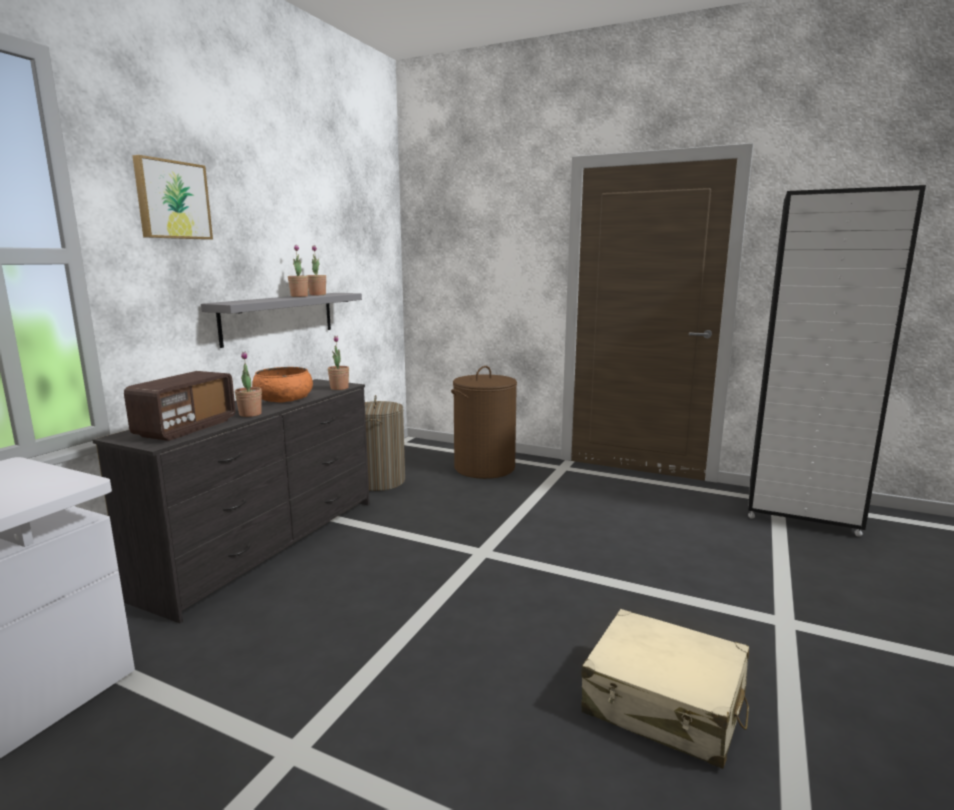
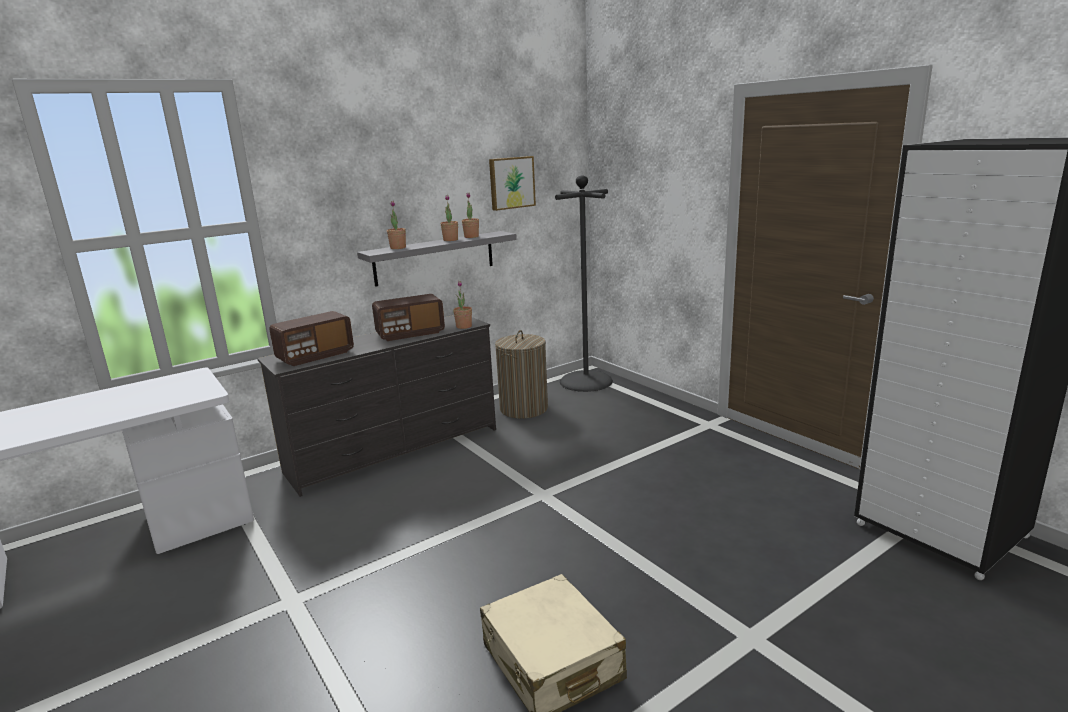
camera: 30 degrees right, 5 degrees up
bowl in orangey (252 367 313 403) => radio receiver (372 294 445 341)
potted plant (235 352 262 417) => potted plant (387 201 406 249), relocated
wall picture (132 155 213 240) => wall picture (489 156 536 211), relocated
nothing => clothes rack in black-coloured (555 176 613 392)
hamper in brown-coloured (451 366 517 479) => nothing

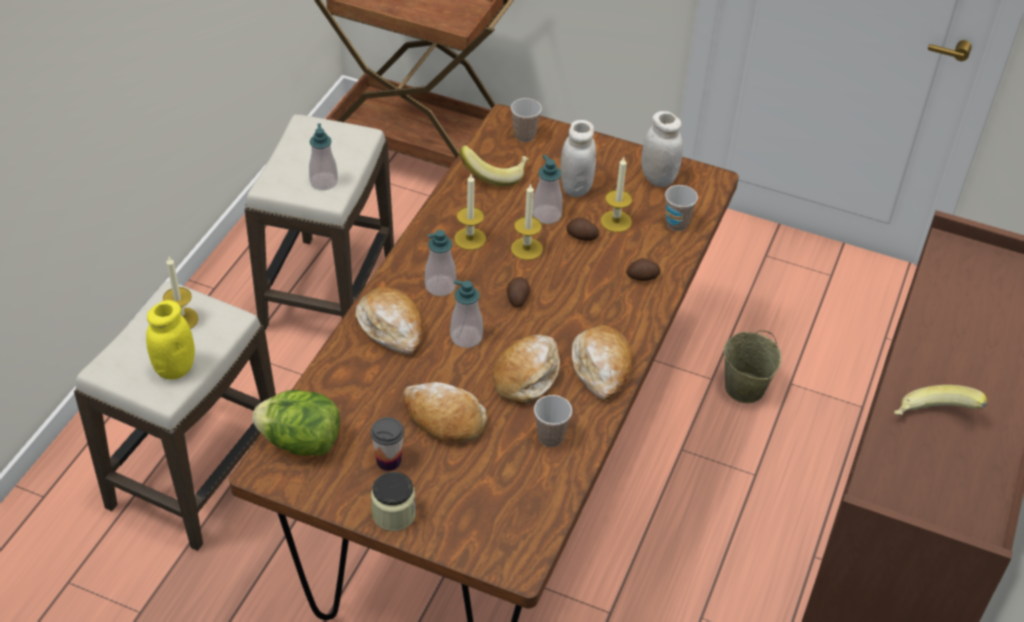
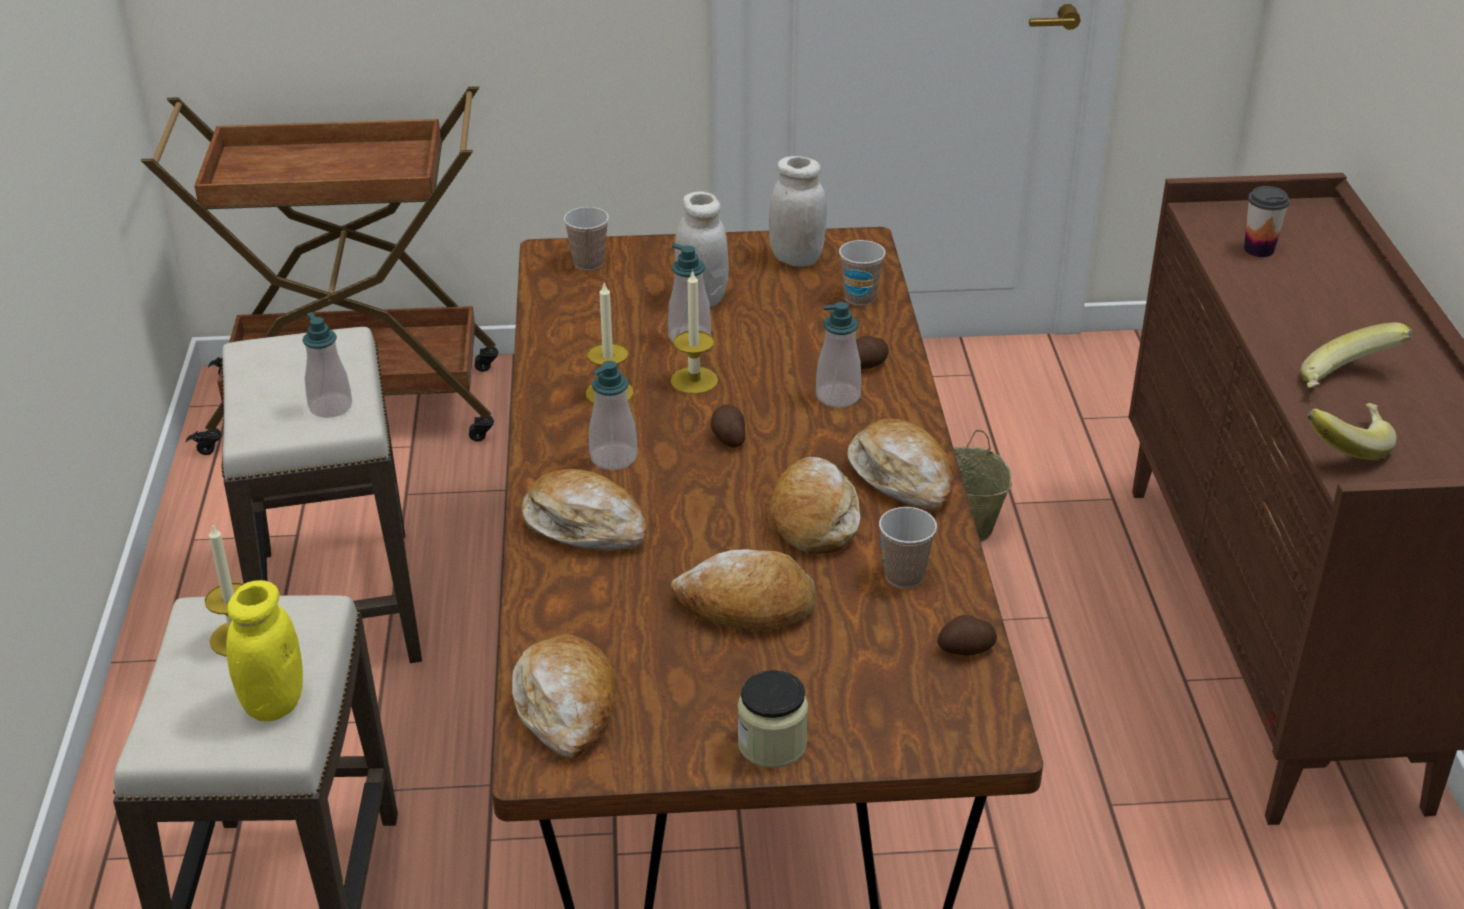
camera: 25 degrees left, 10 degrees down
head of lettuce (252 390 340 456) => bakery bread (512 634 616 760)
liquid soap bottle (450 280 483 348) => liquid soap bottle (816 302 861 407), relocated
whole potato (566 217 599 241) => whole potato (937 615 997 656), relocated
small cup (371 417 404 471) => small cup (1244 186 1290 257), relocated
banana fruit (460 145 529 186) => banana fruit (1308 403 1397 460), relocated
candle (601 157 632 232) => nothing

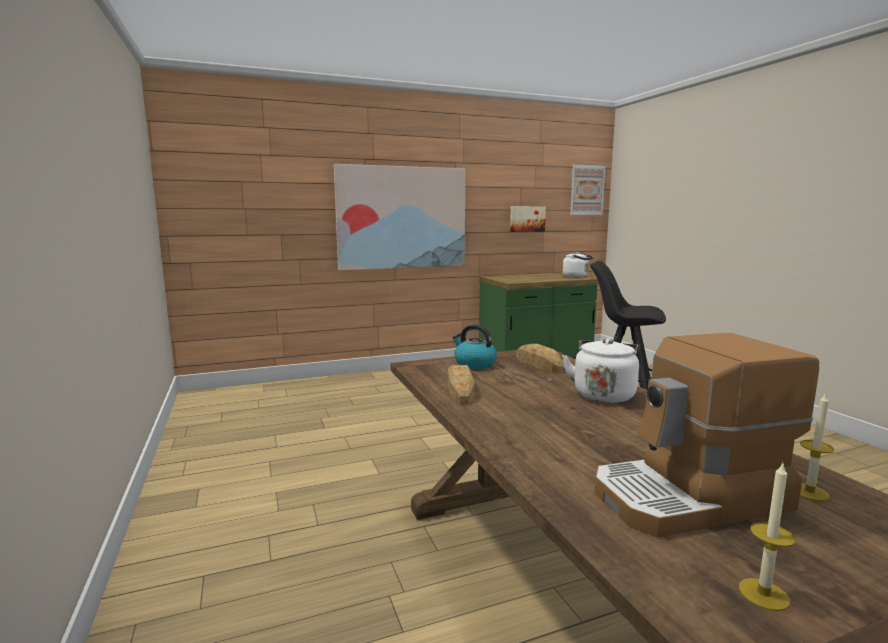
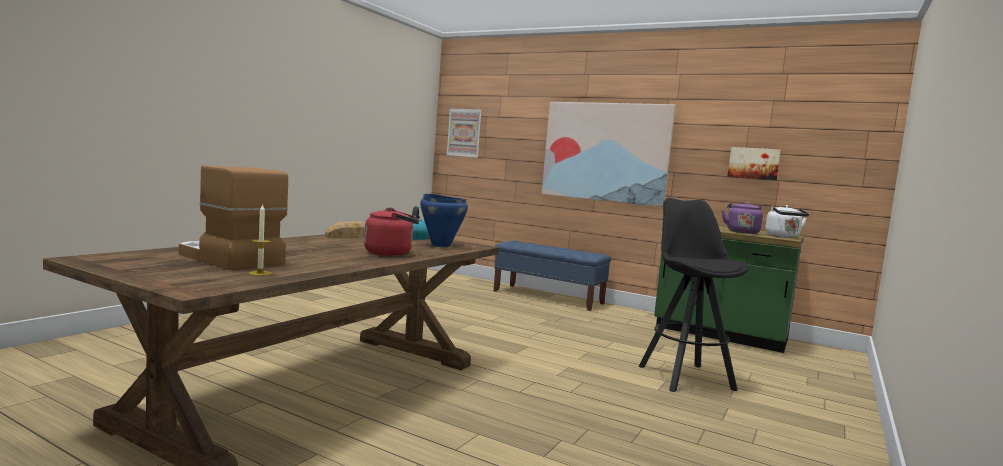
camera: 50 degrees right, 5 degrees down
tea kettle in white-coloured (562 338 640 403) => tea kettle in reddish (364 208 419 256)
bakery bread (516 344 563 373) => cooking pot in bluish (420 193 468 247)
wall picture (570 163 606 216) => wall picture (446 107 482 159), relocated
nothing => long seat in bluish (494 241 611 311)
nothing => tea kettle in purple (722 202 763 234)
candle (739 464 796 611) => nothing

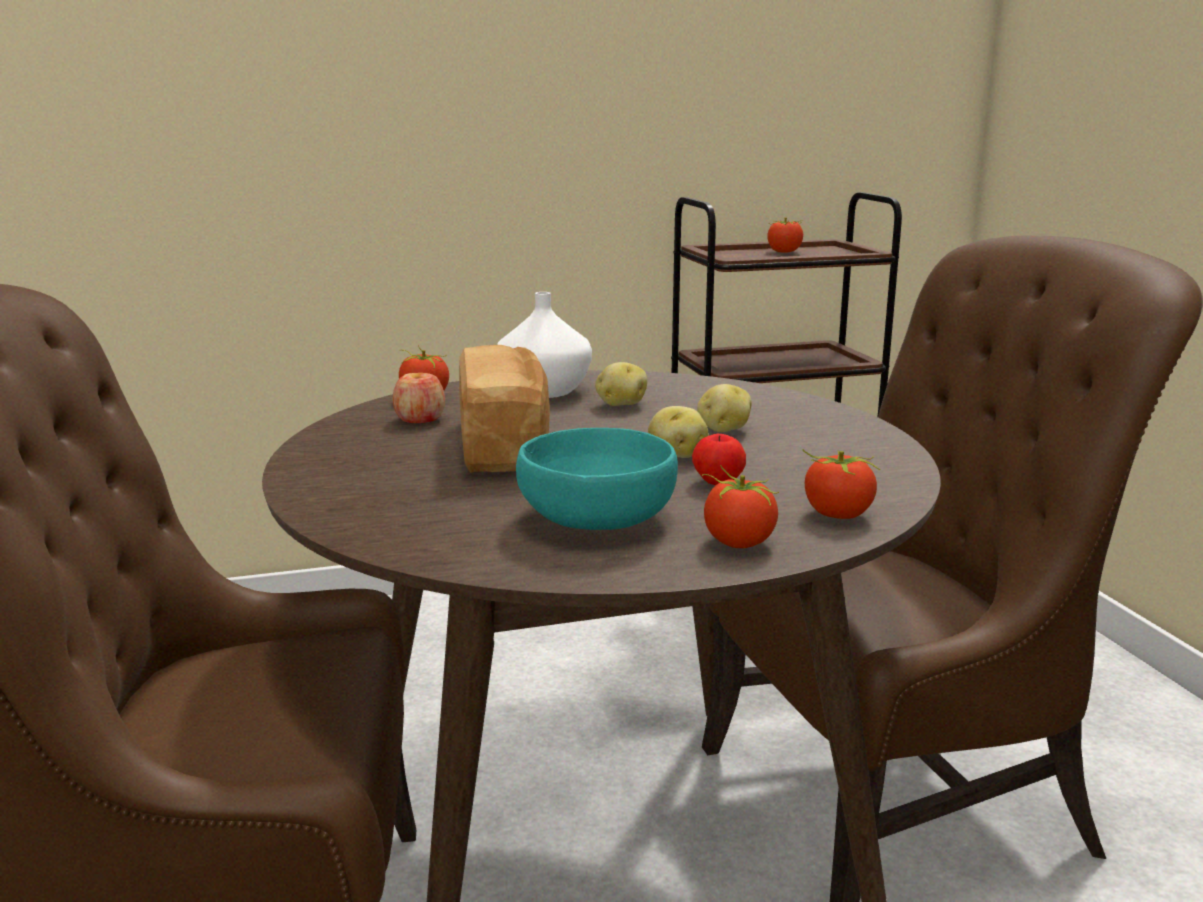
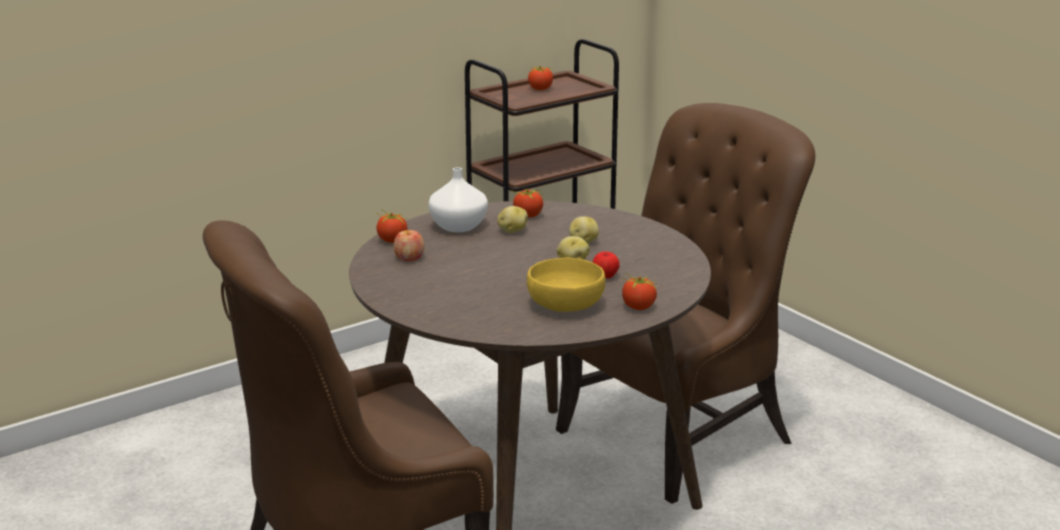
camera: 20 degrees left, 5 degrees up
tomato (802 449 880 519) => tomato (511 188 544 217), relocated
bowl in turquoise-coloured (516 428 678 530) => bowl in yellow-coloured (527 258 605 312)
bakery bread (459 345 550 473) => nothing

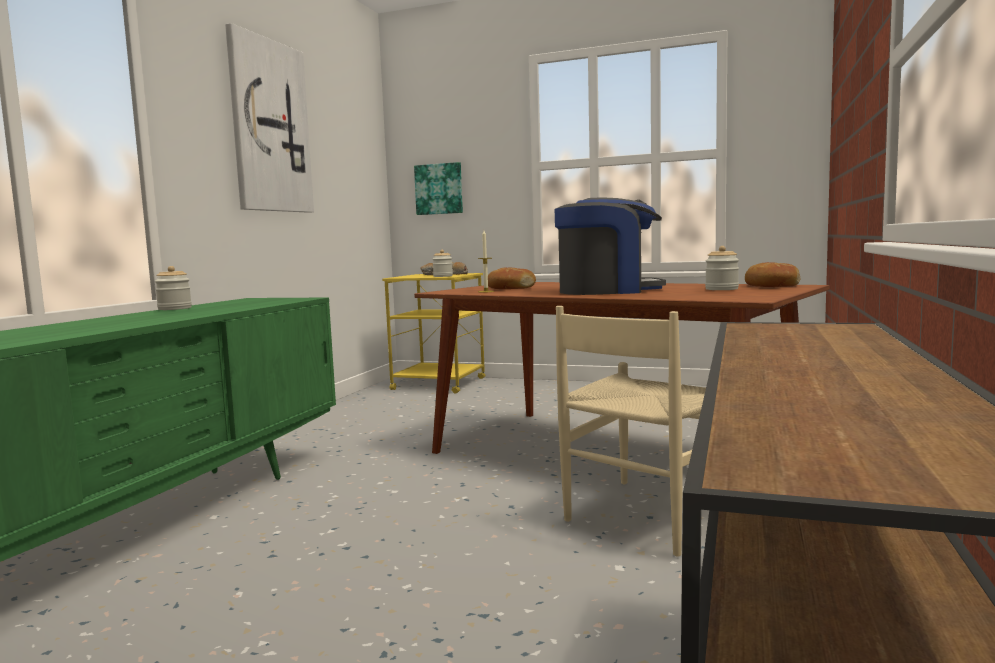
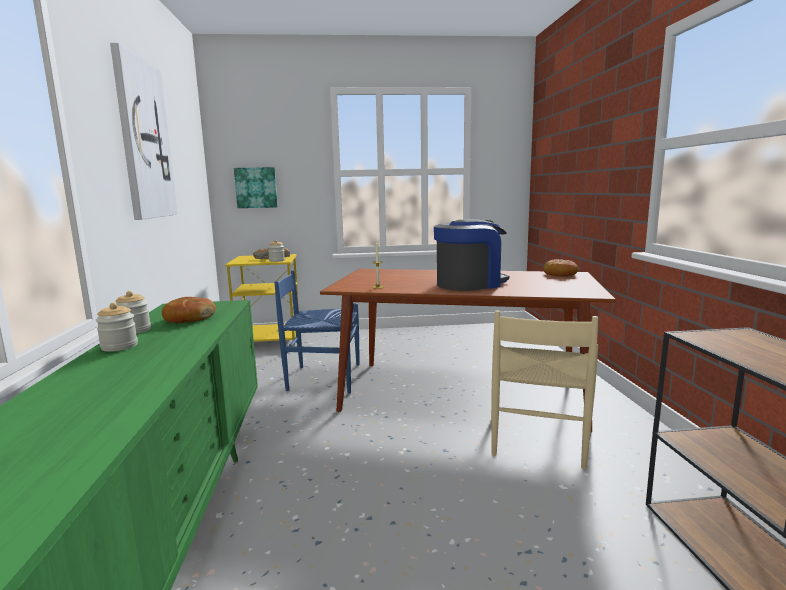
camera: 25 degrees left, 5 degrees up
storage jar (705 246 739 290) => storage jar (96 303 138 352), relocated
bakery bread (488 268 536 289) => bakery bread (162 297 216 323), relocated
nothing => upright chair in bluish (275 270 360 394)

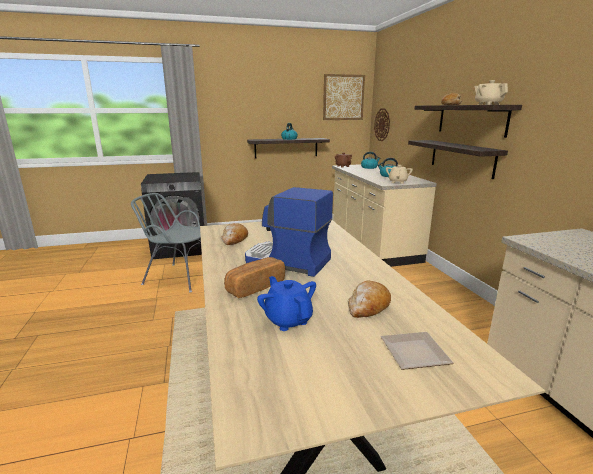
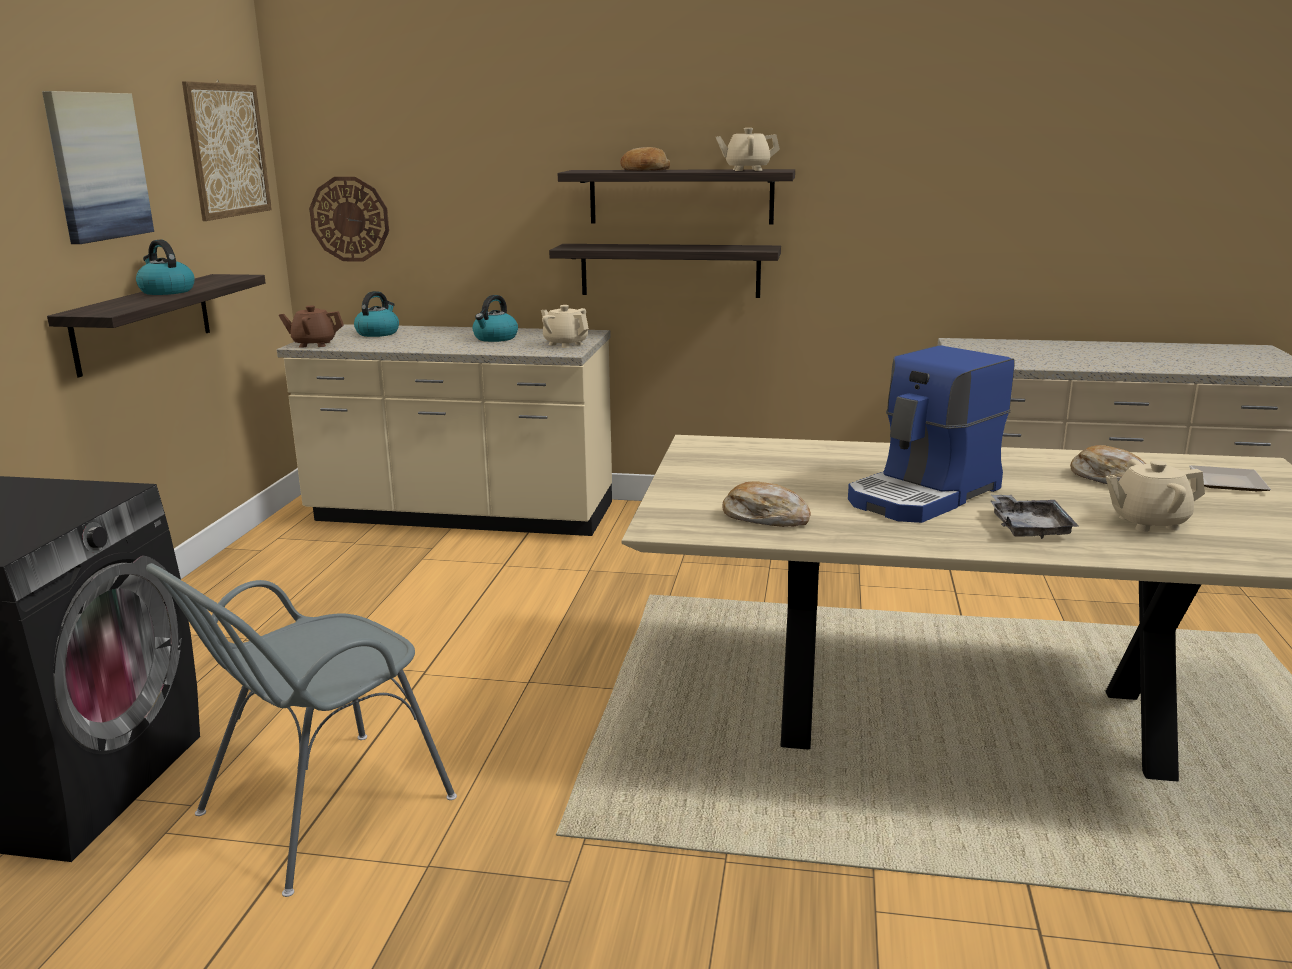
camera: 65 degrees left, 0 degrees up
nothing => wall picture (42 91 154 244)
bakery bread (224 257 285 298) => carrying tray in grey (991 495 1078 539)
tea pot in bluish (257 276 316 331) => tea pot in beige-coloured (1106 459 1205 532)

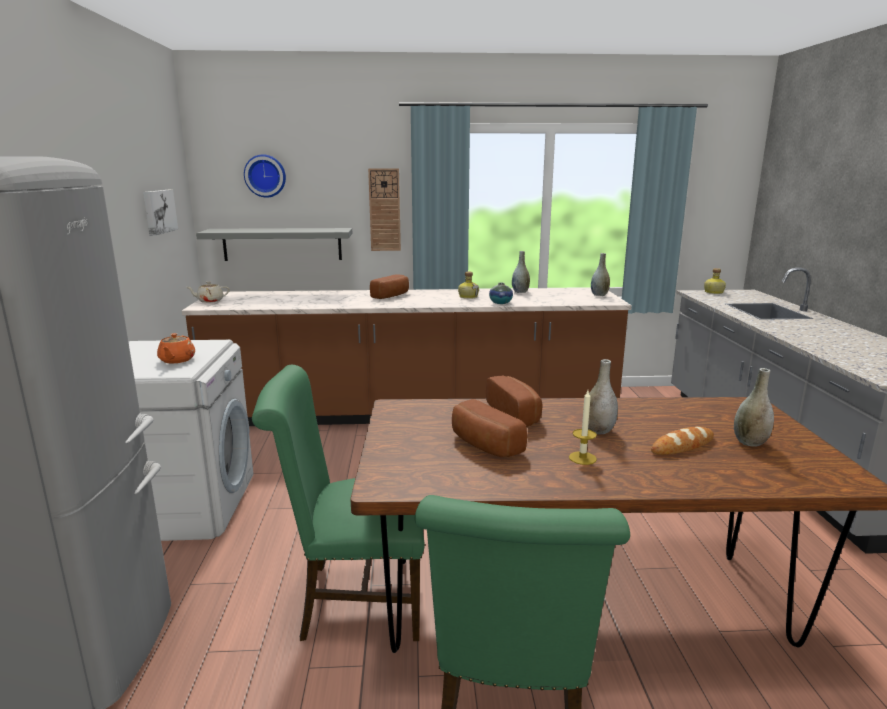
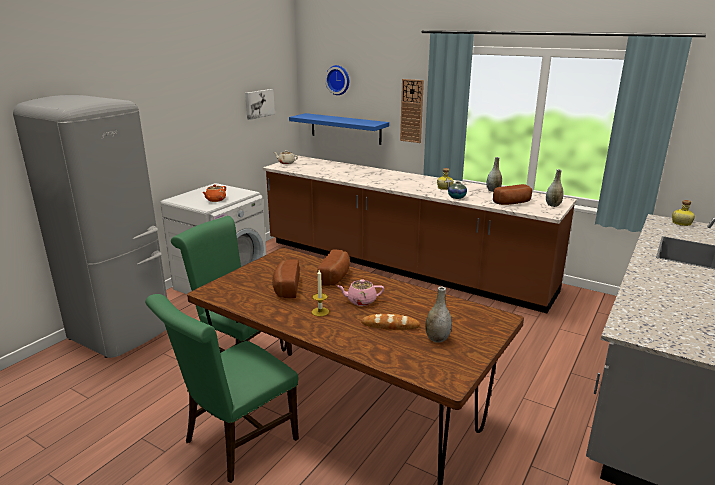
camera: 35 degrees right, 5 degrees up
bracket shelf in grey (196 228 353 261) => bracket shelf in bluish (289 113 389 145)
vase in grey (588 359 618 434) => tea pot in pink (337 280 384 306)
bakery bread (370 274 409 299) => bakery bread (493 184 532 205), relocated

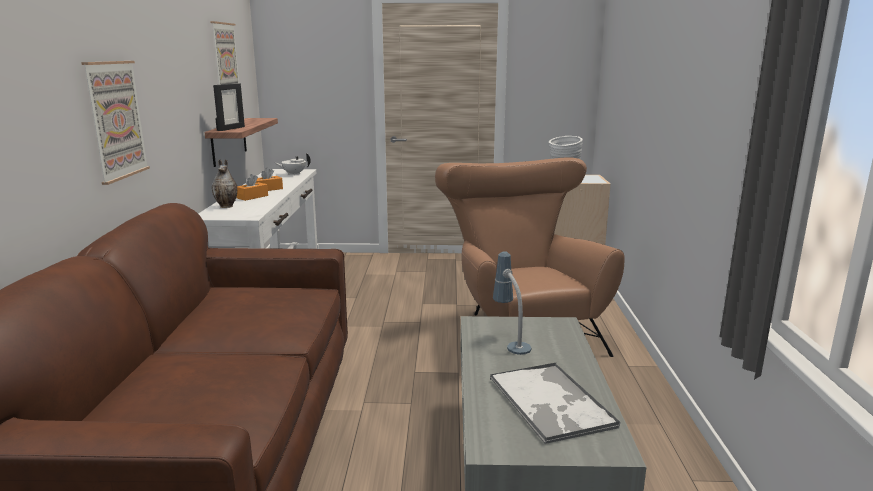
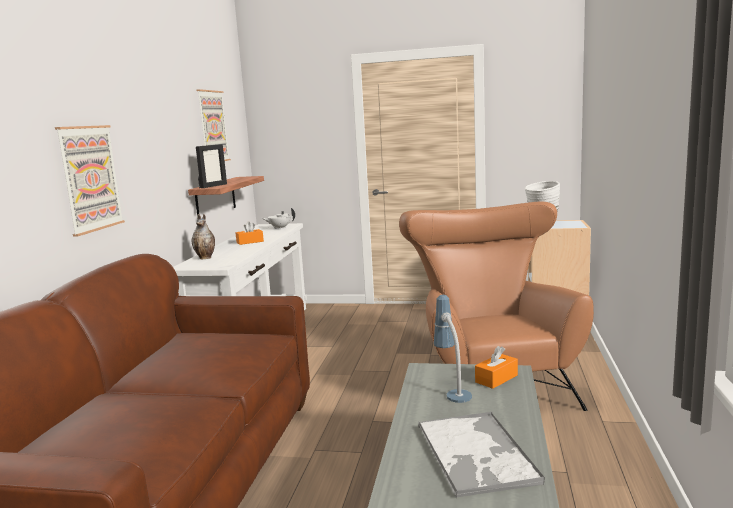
camera: 10 degrees right, 5 degrees down
box of tissues in orangey (237 174 268 201) => box of tissues in orangey (475 346 518 389), relocated

